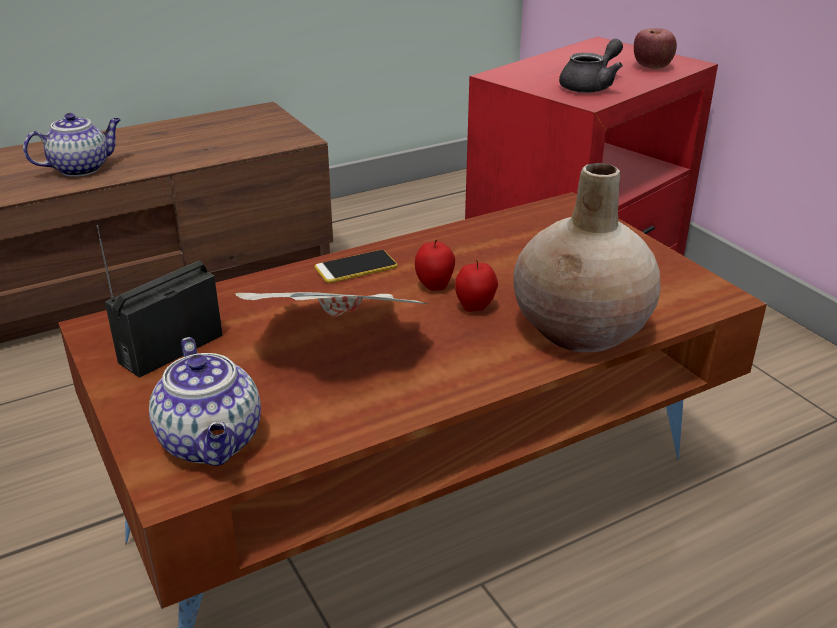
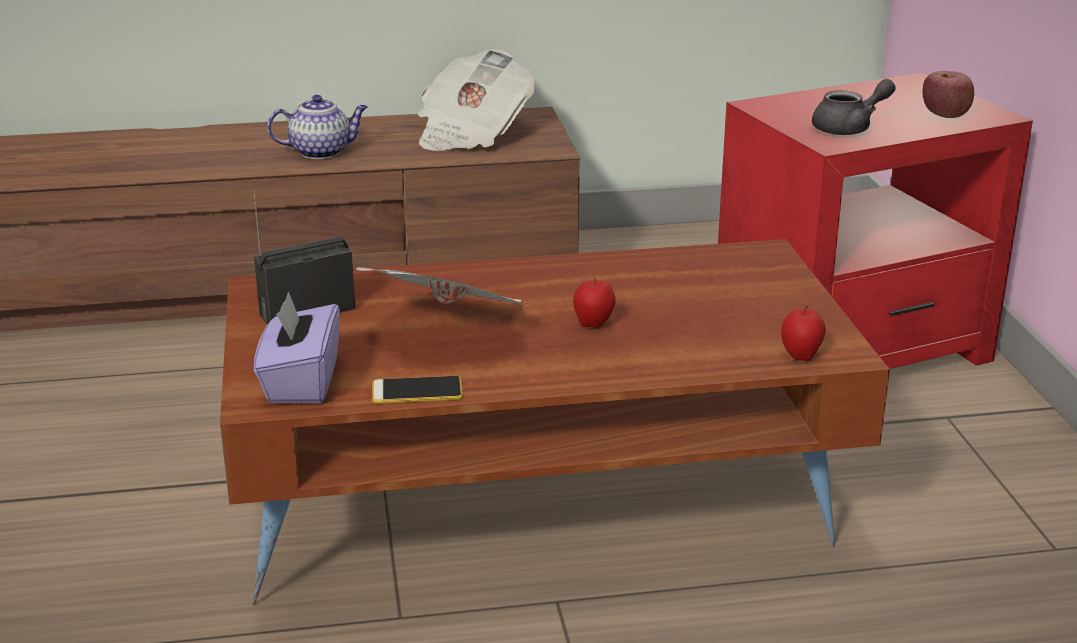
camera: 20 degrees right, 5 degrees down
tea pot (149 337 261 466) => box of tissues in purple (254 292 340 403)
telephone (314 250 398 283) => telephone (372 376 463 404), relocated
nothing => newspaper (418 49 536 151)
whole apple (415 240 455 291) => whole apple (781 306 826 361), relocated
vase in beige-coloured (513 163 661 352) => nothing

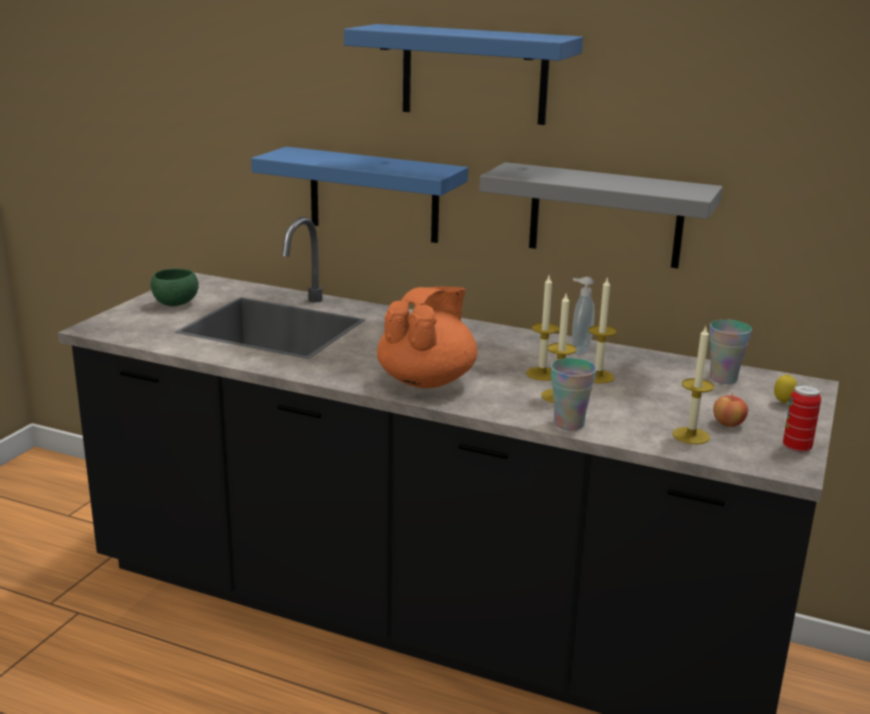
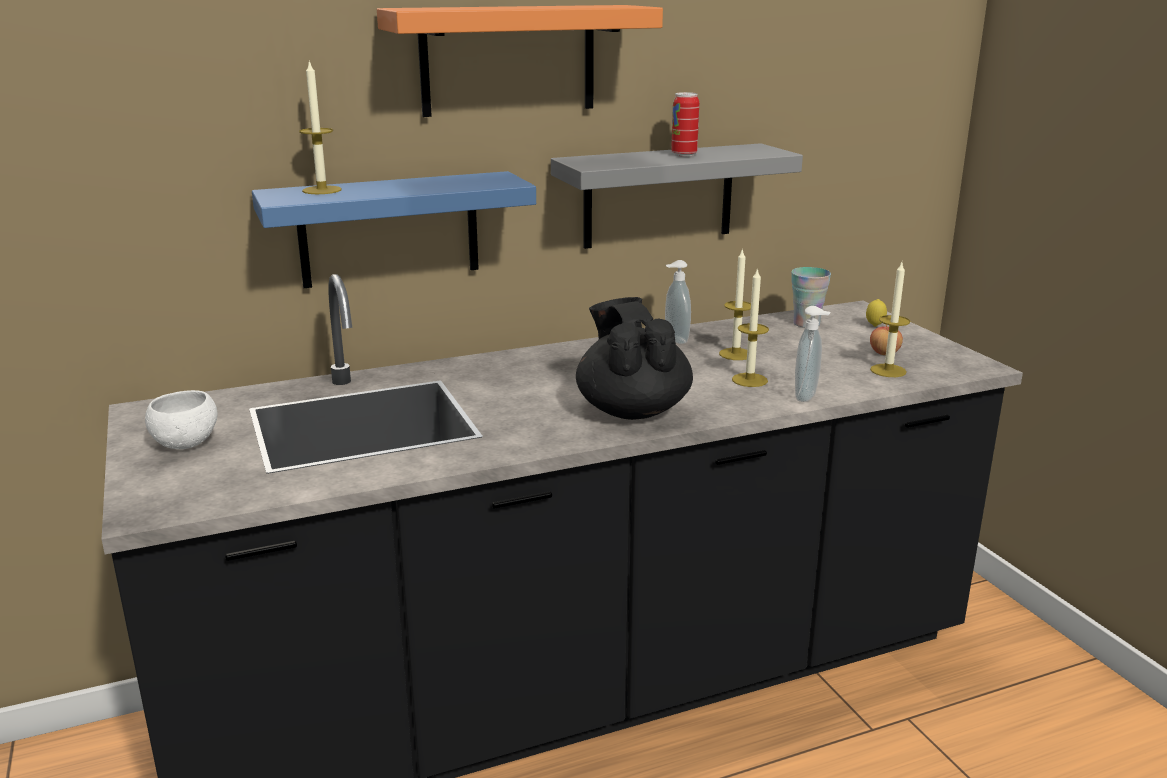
camera: 45 degrees left, 0 degrees up
bowl in greenish (151 269 199 306) => bowl in white-coloured (145 390 218 449)
candle (526 276 559 381) => candle (299 60 342 194), relocated
bracket shelf in bluish (344 24 583 125) => bracket shelf in orangey (377 5 663 117)
tea pot in orangey (377 286 477 388) => tea pot in black-coloured (576 297 693 420)
sealed can (783 384 821 453) => sealed can (671 92 699 157), relocated
small cup (551 358 597 431) => liquid soap bottle (795 306 831 402)

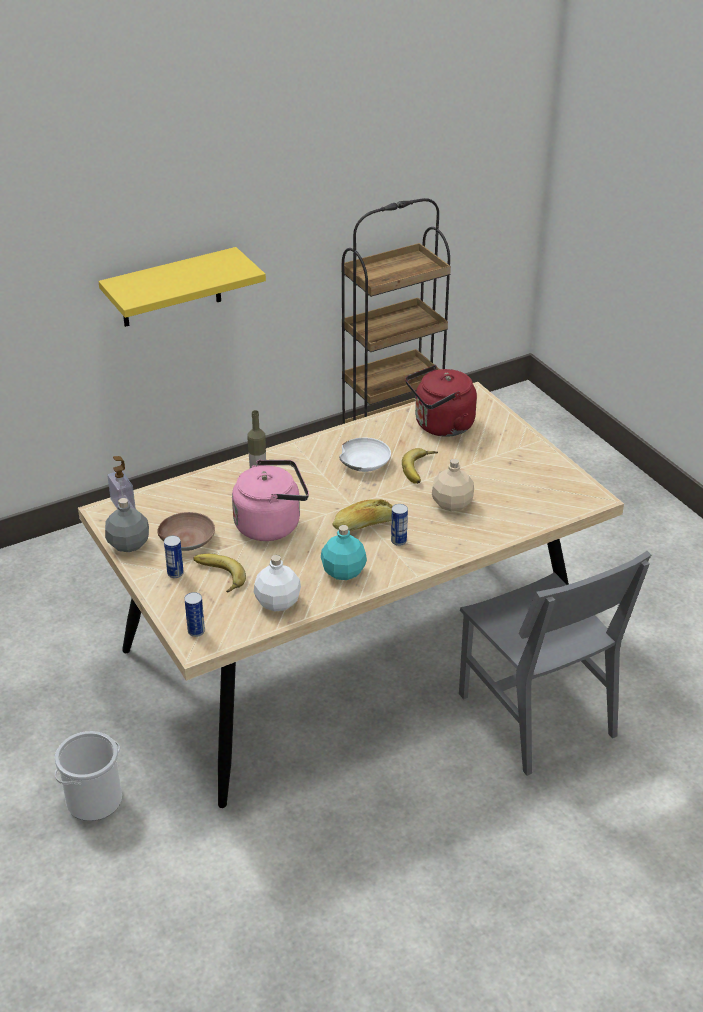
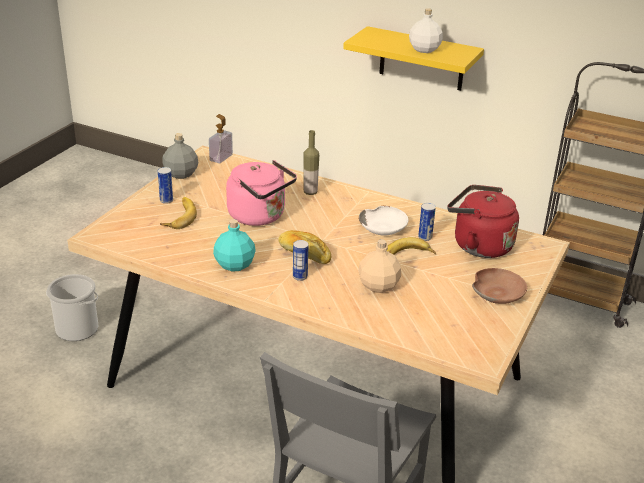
camera: 55 degrees right, 5 degrees down
bottle in white-coloured (254 555 301 611) => bottle in white-coloured (409 8 443 53), relocated
sealed can (184 592 205 637) => sealed can (418 203 436 241), relocated
bowl in brown-coloured (157 512 215 551) => bowl in brown-coloured (472 268 527 304), relocated

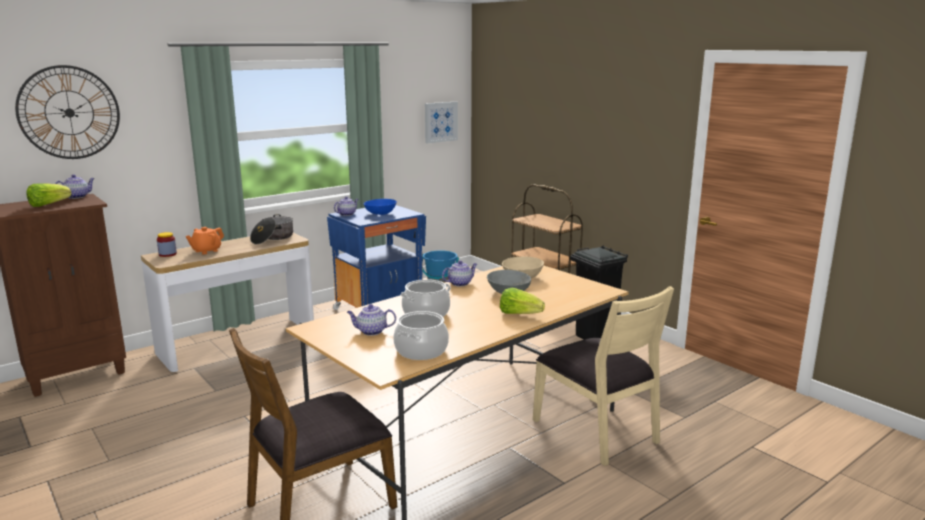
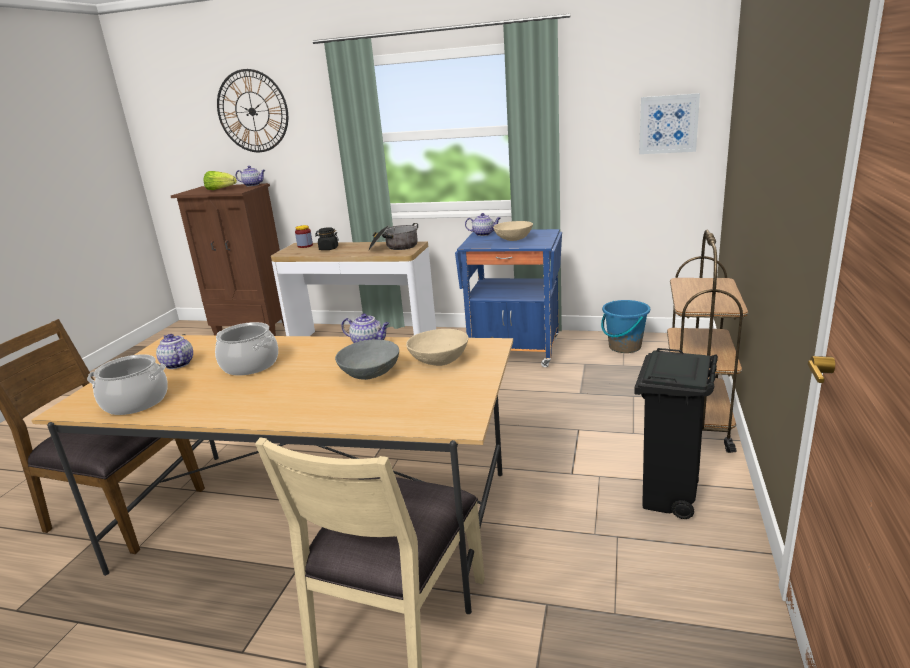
camera: 55 degrees right, 5 degrees up
tea pot in orangey (186 227 224 255) => storage jar in black-coloured (315 227 339 250)
bowl in bluish (364 199 397 215) => bowl in beige-coloured (493 221 533 241)
head of lettuce (500 288 545 314) => nothing

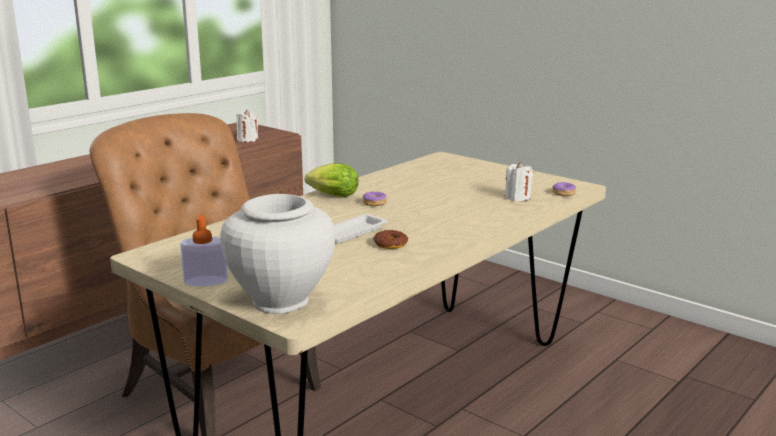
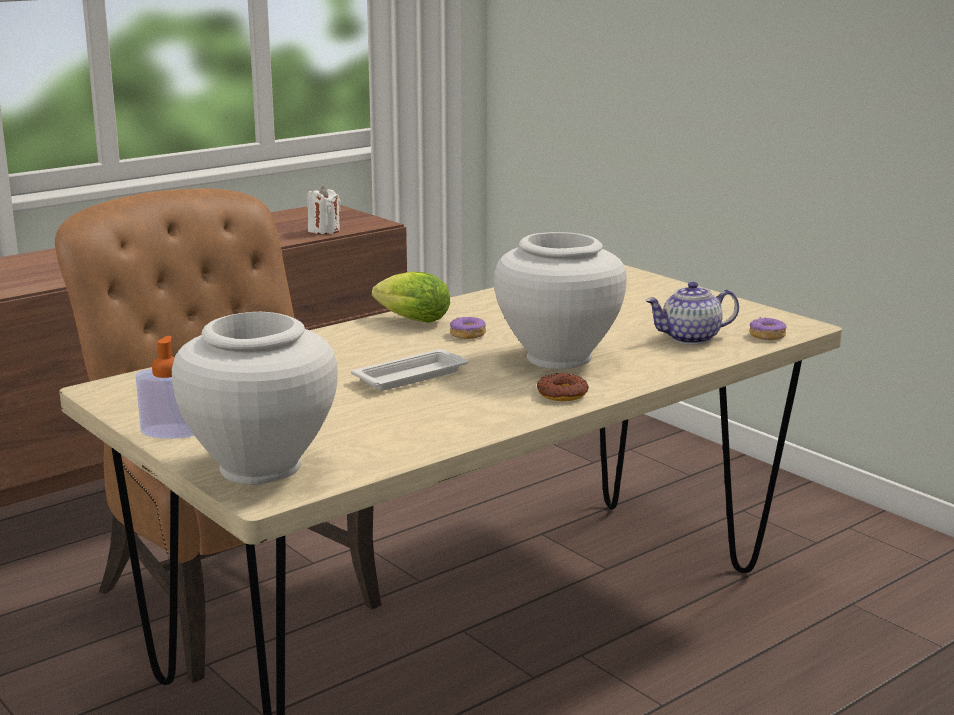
camera: 10 degrees right, 0 degrees up
nothing => vase in white-coloured (494 232 627 369)
donut (374 230 408 249) => donut (537 373 589 401), relocated
candle in white-coloured (505 162 534 201) => tea pot (645 282 739 344)

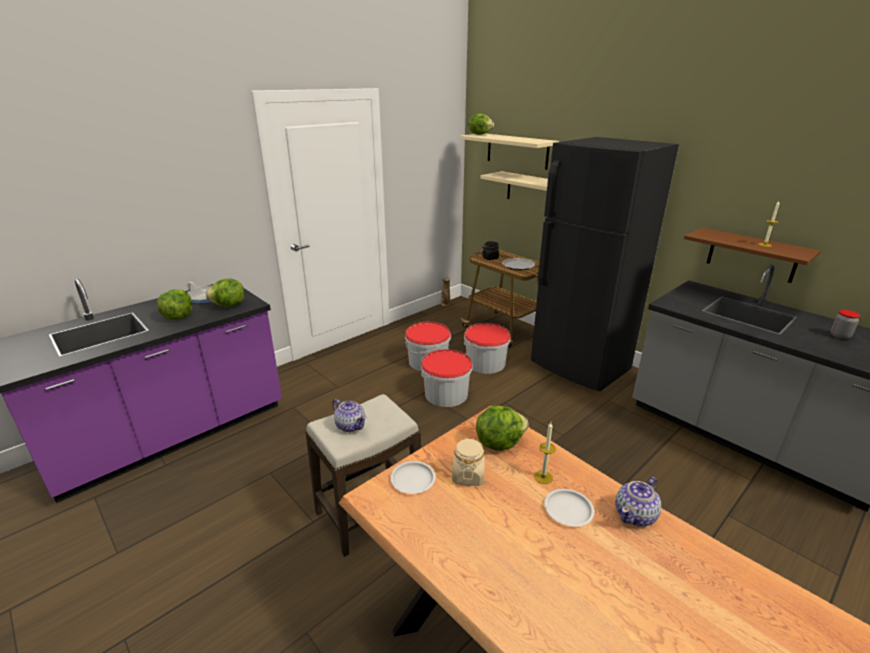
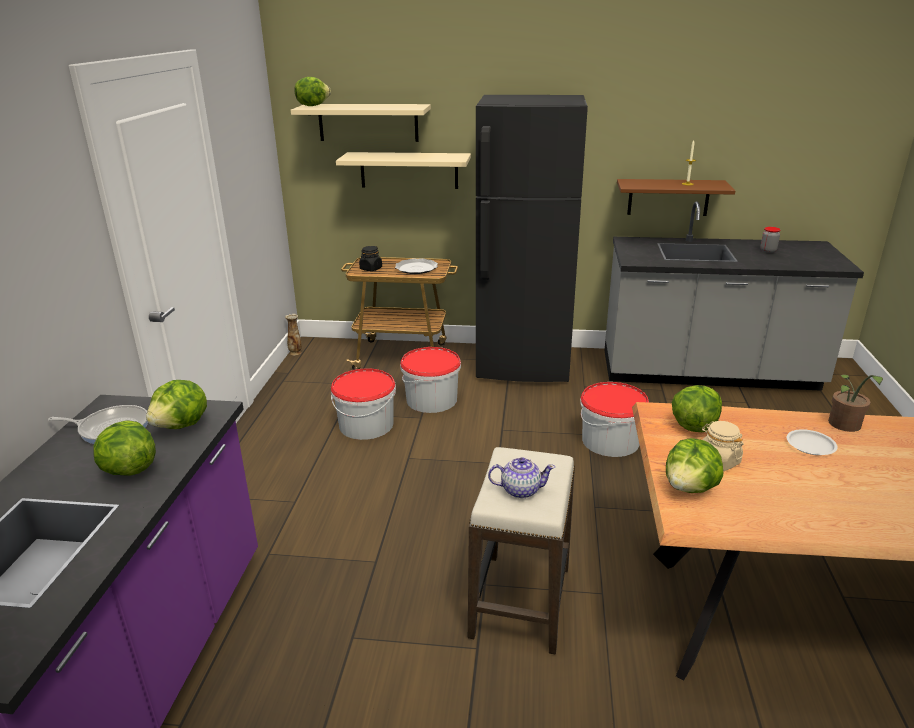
camera: 40 degrees left, 0 degrees up
pail (421 349 473 407) => pail (580 382 649 457), relocated
plate in white-coloured (390 461 436 494) => head of lettuce (666 438 723 493)
tea pot (616 477 661 526) => potted plant (828 375 883 432)
candle (534 422 556 484) => nothing

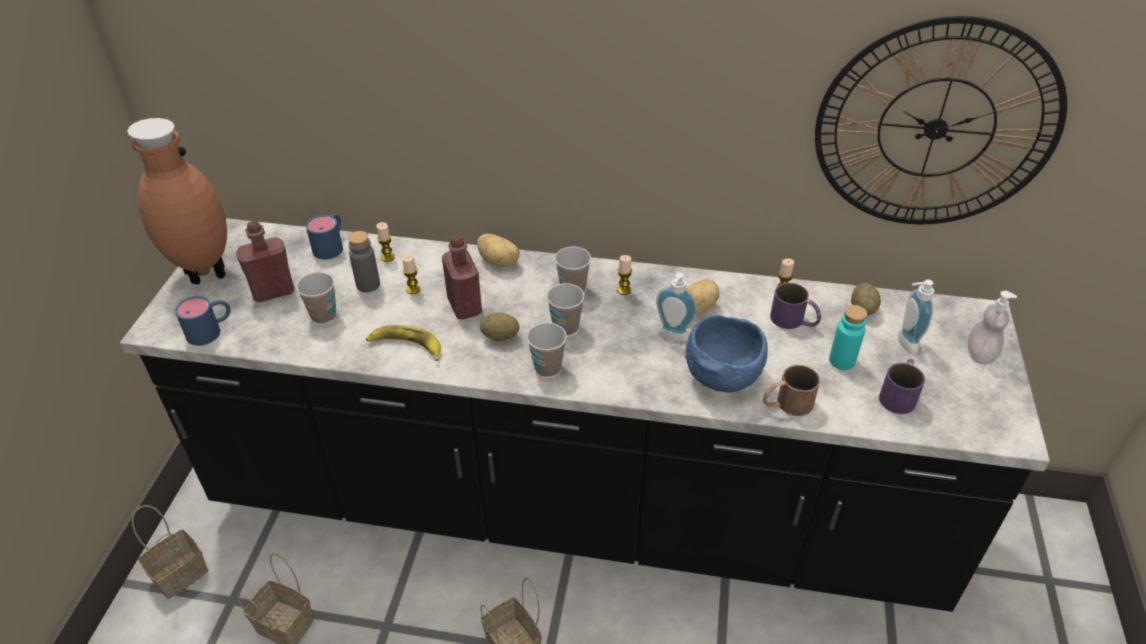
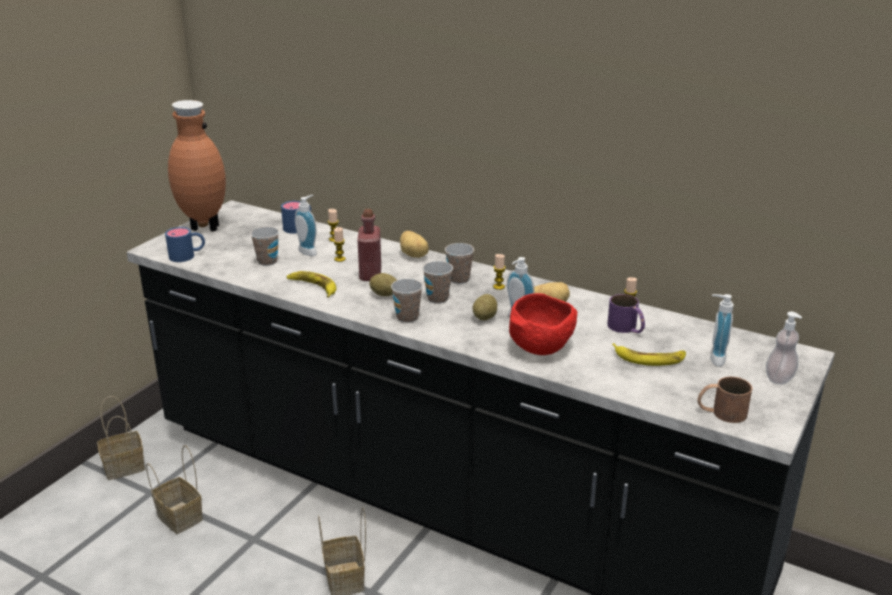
camera: 20 degrees right, 15 degrees down
bottle in grey (348 231 380 292) => liquid soap bottle (295 195 317 256)
whole potato (851 282 881 316) => whole potato (473 294 497 320), relocated
bowl in bluish (685 315 768 392) => bowl in reddish (509 293 577 355)
bottle in turquoise-coloured (829 305 867 370) => banana fruit (612 343 686 366)
mug in brown-coloured (763 365 820 416) => mug in brown-coloured (697 377 752 423), relocated
bottle in reddish (236 221 295 302) => nothing
wall clock (815 16 1067 224) => nothing
mug in purple (879 359 925 414) => nothing

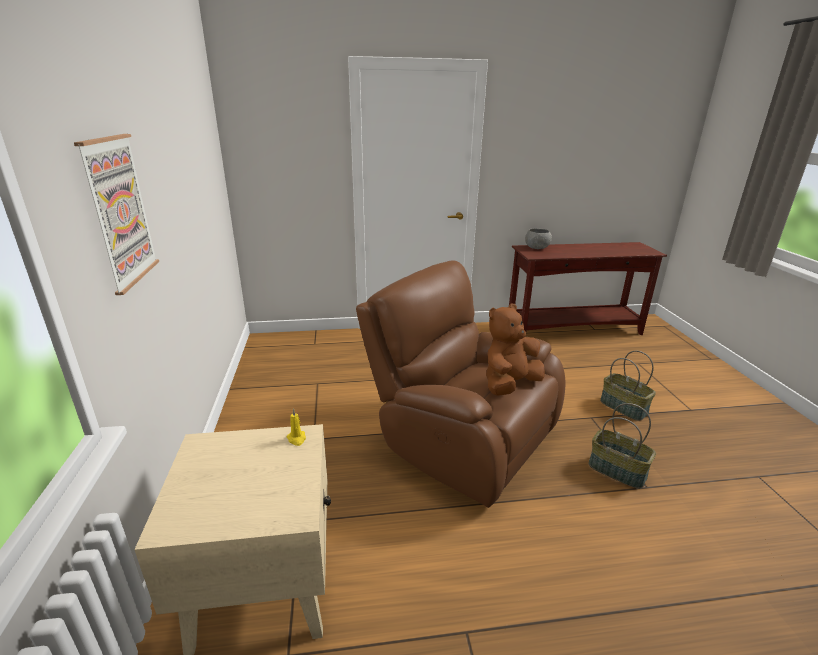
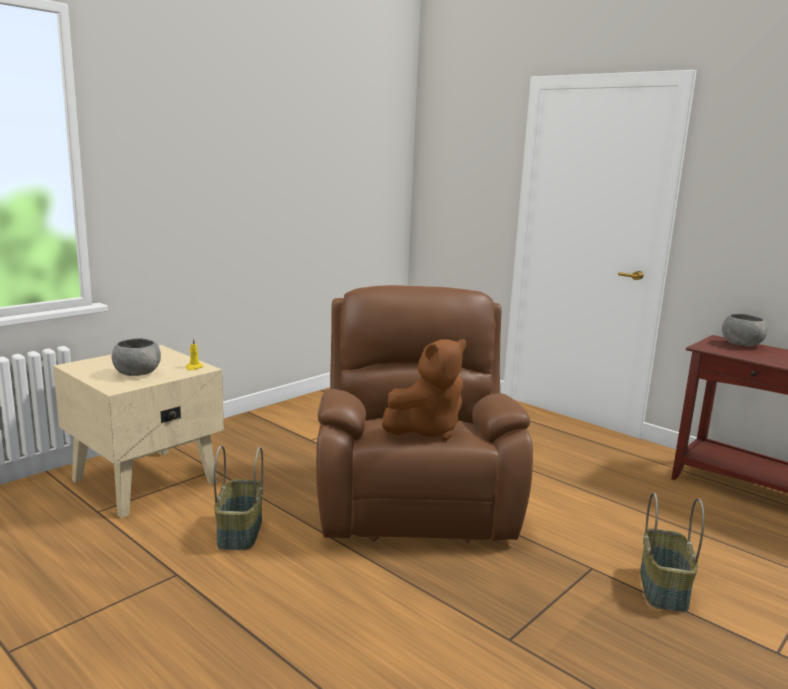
camera: 50 degrees right, 10 degrees down
nothing => bowl in grey (111 338 161 376)
storage basket (588 403 656 489) => storage basket (214 445 263 550), relocated
soft toy in brown-coloured (486 303 545 396) => soft toy in brown-coloured (382 339 466 440), 135 degrees clockwise
wall picture (74 134 159 295) => nothing

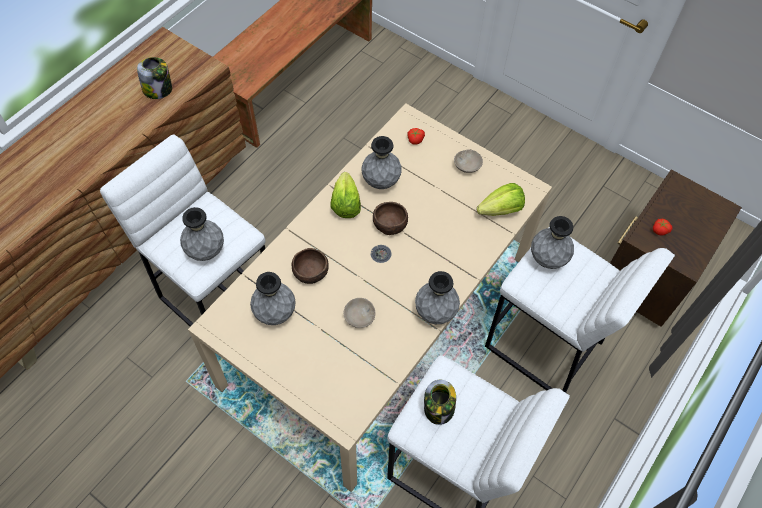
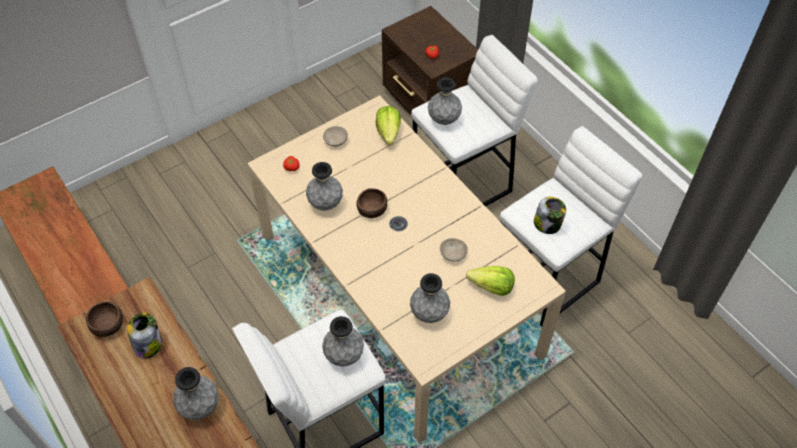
camera: 70 degrees left, 5 degrees down
bowl in brown-coloured (292 248 329 284) => bowl in brown-coloured (86 301 123 337), relocated
vase in grey (415 271 460 324) => vase in grey (173 367 219 420), relocated
head of lettuce (330 172 361 218) => head of lettuce (466 266 515 296), relocated

